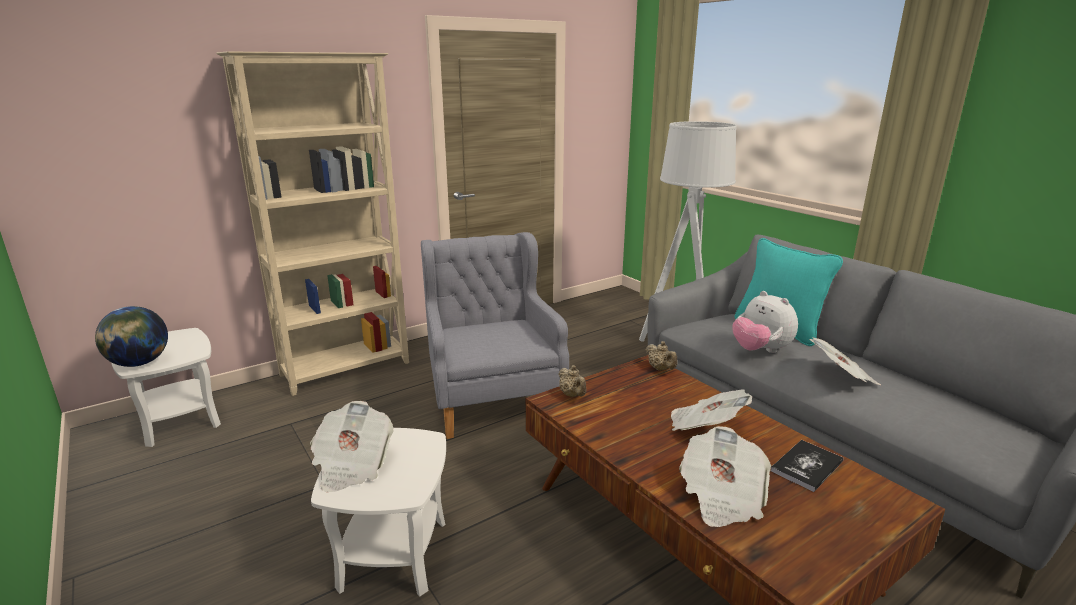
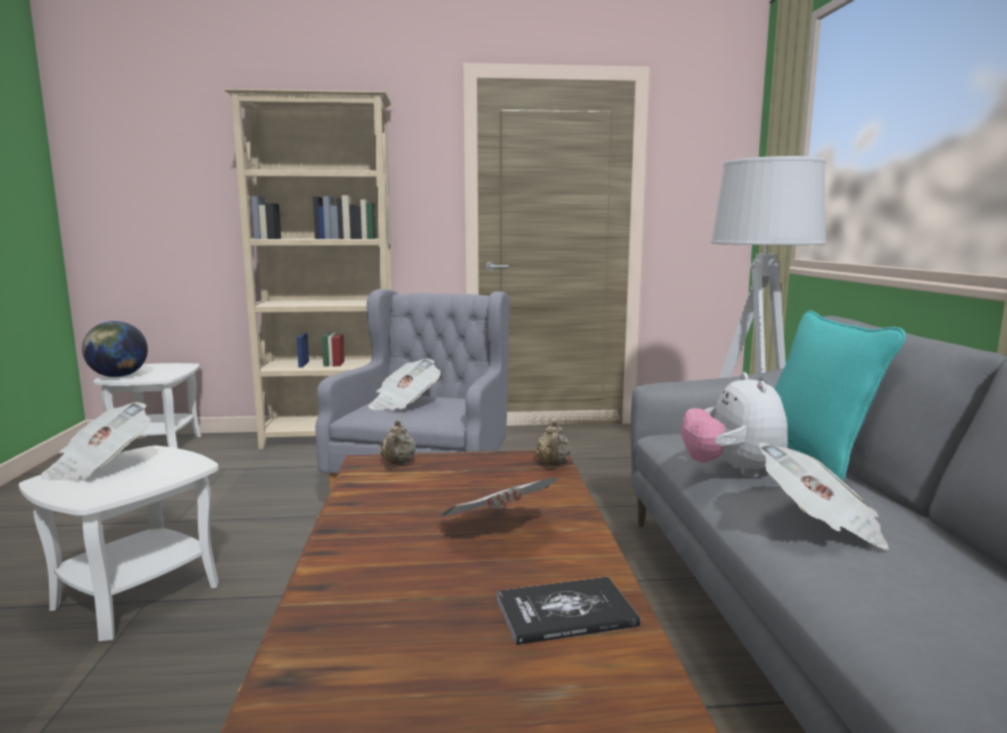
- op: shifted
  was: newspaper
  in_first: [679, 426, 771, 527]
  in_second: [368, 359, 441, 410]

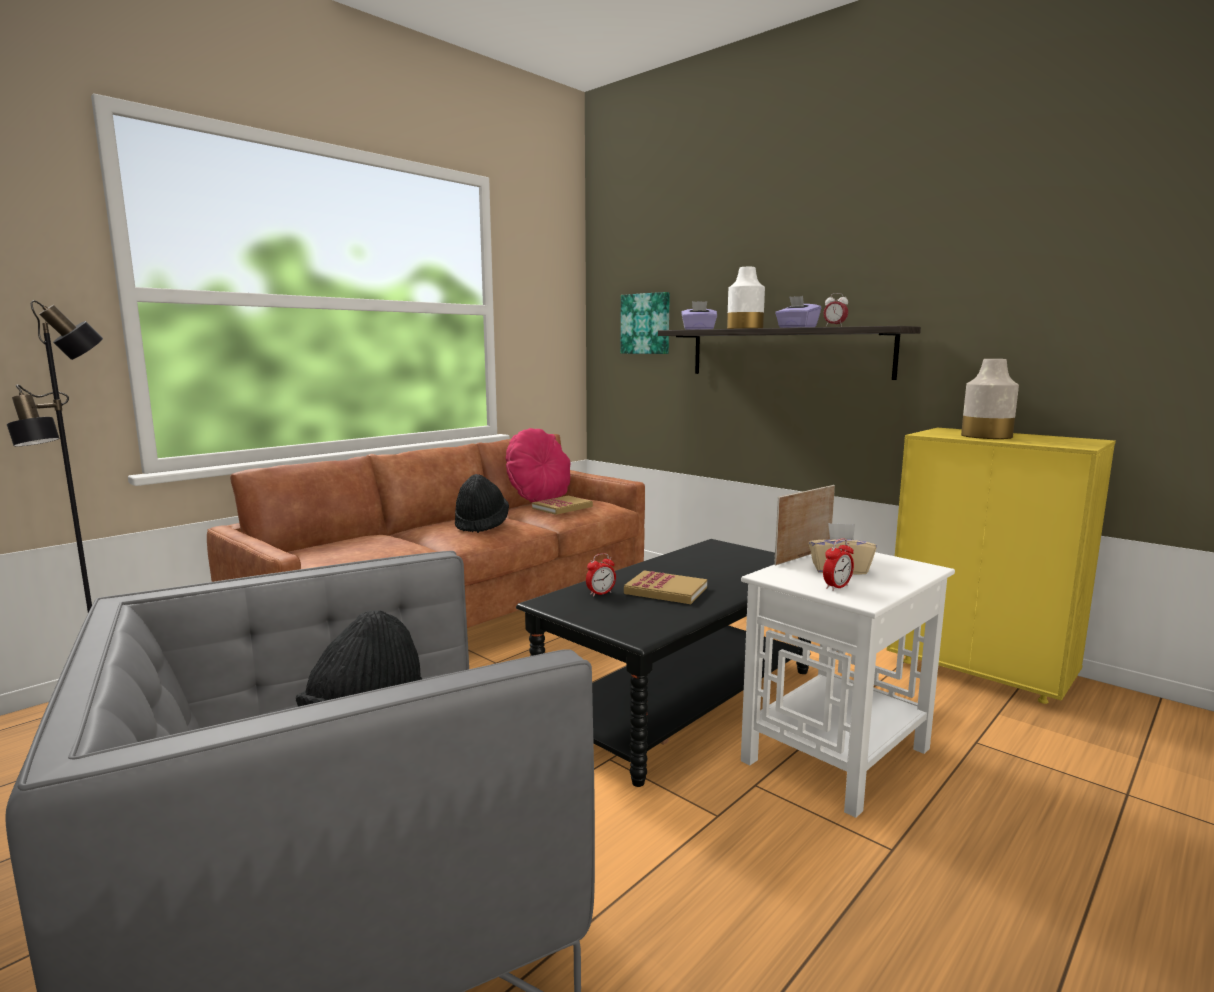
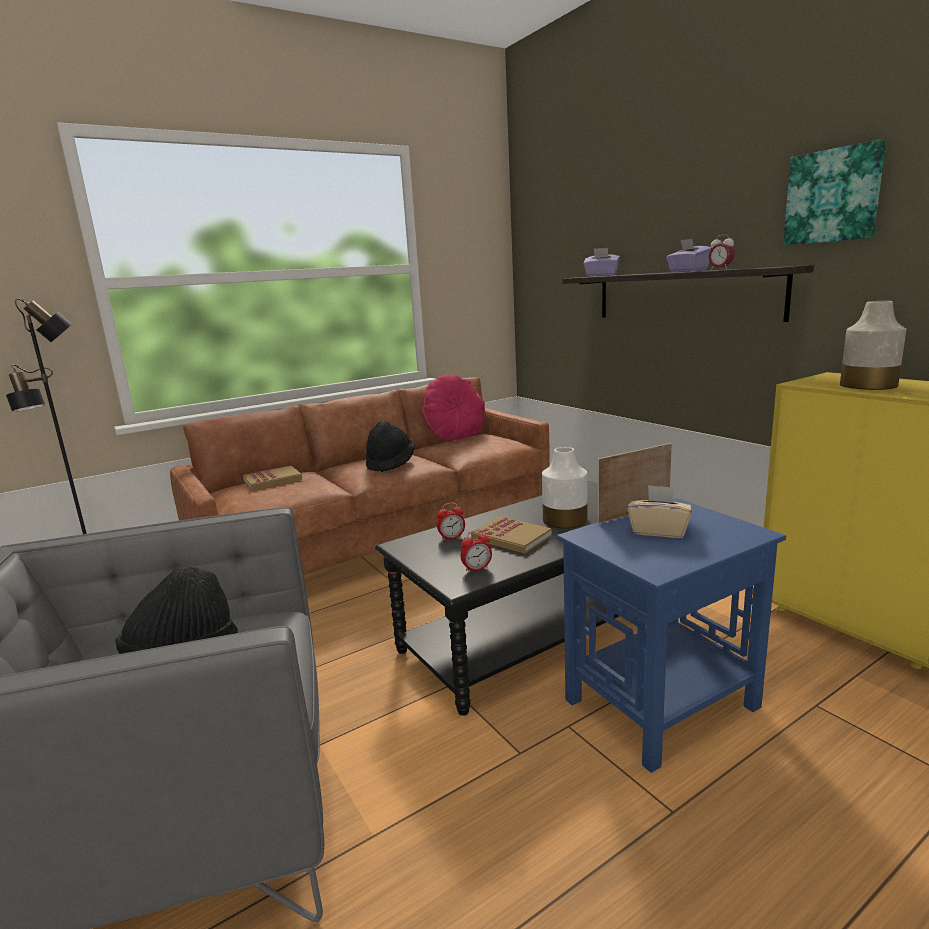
- op: shifted
  was: book
  in_first: [532, 496, 593, 515]
  in_second: [243, 465, 302, 490]
- op: shifted
  was: alarm clock
  in_first: [823, 538, 854, 591]
  in_second: [461, 530, 492, 573]
- op: shifted
  was: vase/white
  in_first: [727, 267, 765, 329]
  in_second: [542, 447, 588, 528]
- op: repainted
  was: side table/white
  now: side table/blue
  in_first: [741, 552, 955, 818]
  in_second: [556, 498, 786, 773]
- op: shifted
  was: picture
  in_first: [621, 292, 670, 354]
  in_second: [783, 139, 886, 245]

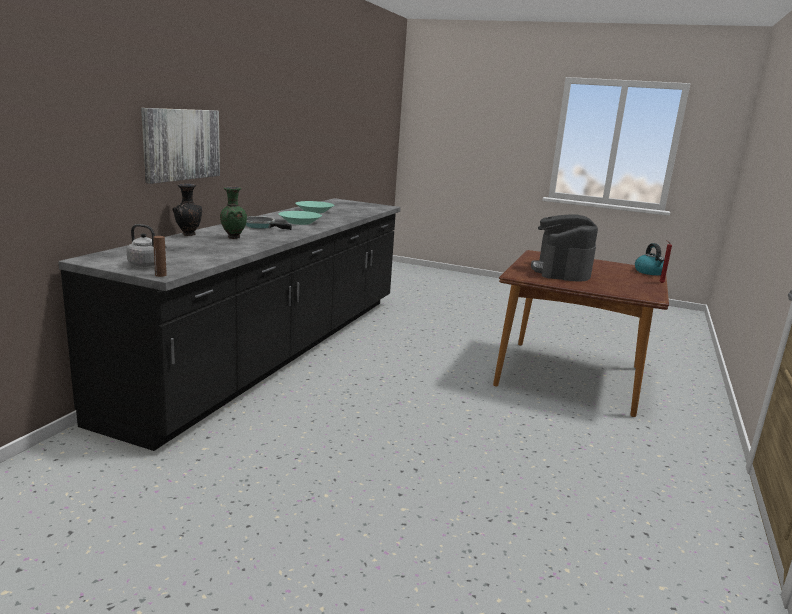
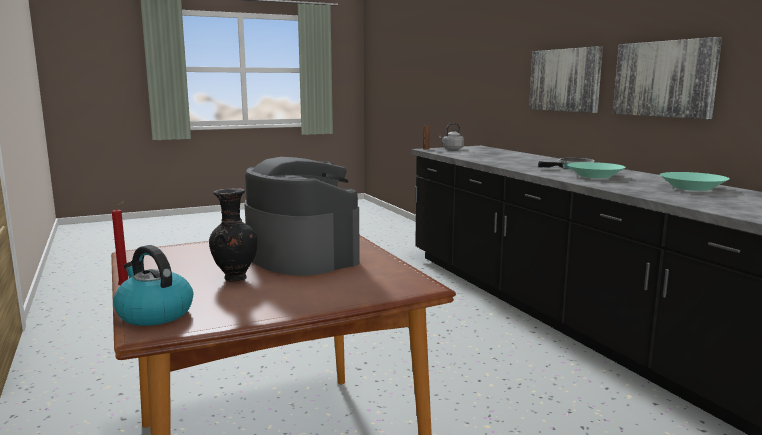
- op: shifted
  was: vase/black
  in_first: [173, 183, 202, 236]
  in_second: [209, 188, 257, 282]
- op: new
  now: picture
  in_second: [613, 37, 722, 119]
- op: gone
  was: vase/green
  in_first: [220, 187, 247, 239]

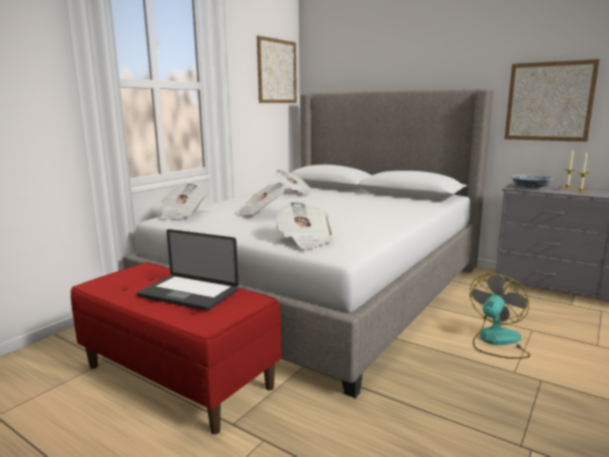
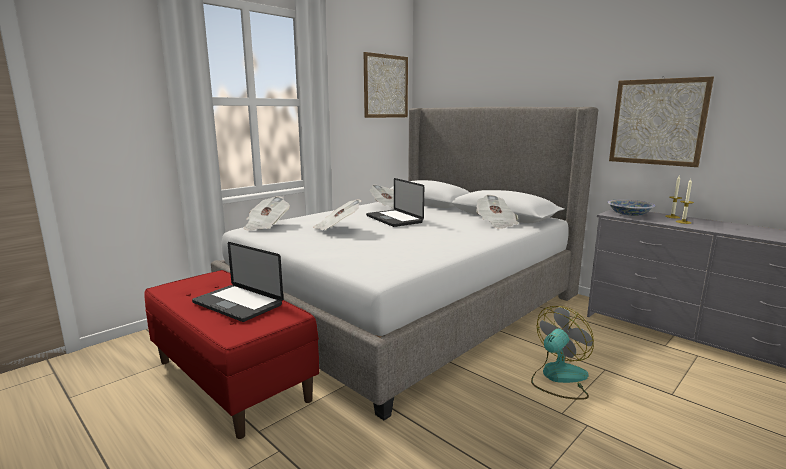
- op: new
  now: laptop
  in_second: [366, 178, 424, 227]
- op: shifted
  was: newspaper
  in_first: [276, 202, 333, 250]
  in_second: [476, 195, 518, 229]

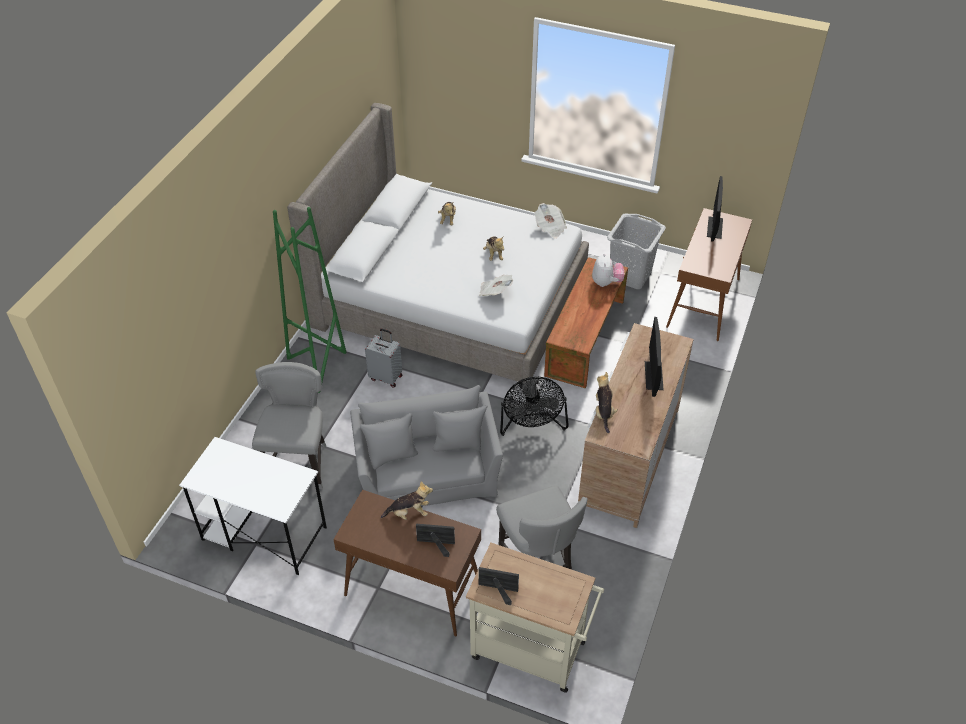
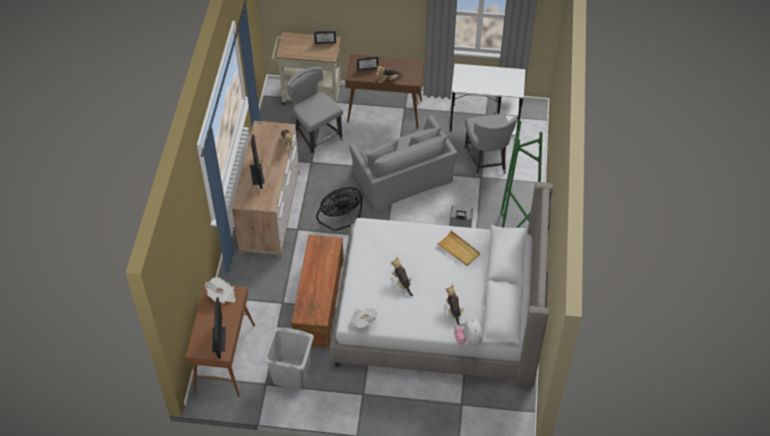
- op: shifted
  was: newspaper
  in_first: [479, 275, 513, 296]
  in_second: [205, 277, 235, 304]
- op: new
  now: tray/beige
  in_second: [436, 230, 480, 266]
- op: shifted
  was: plush toy
  in_first: [592, 254, 624, 287]
  in_second: [454, 318, 483, 345]

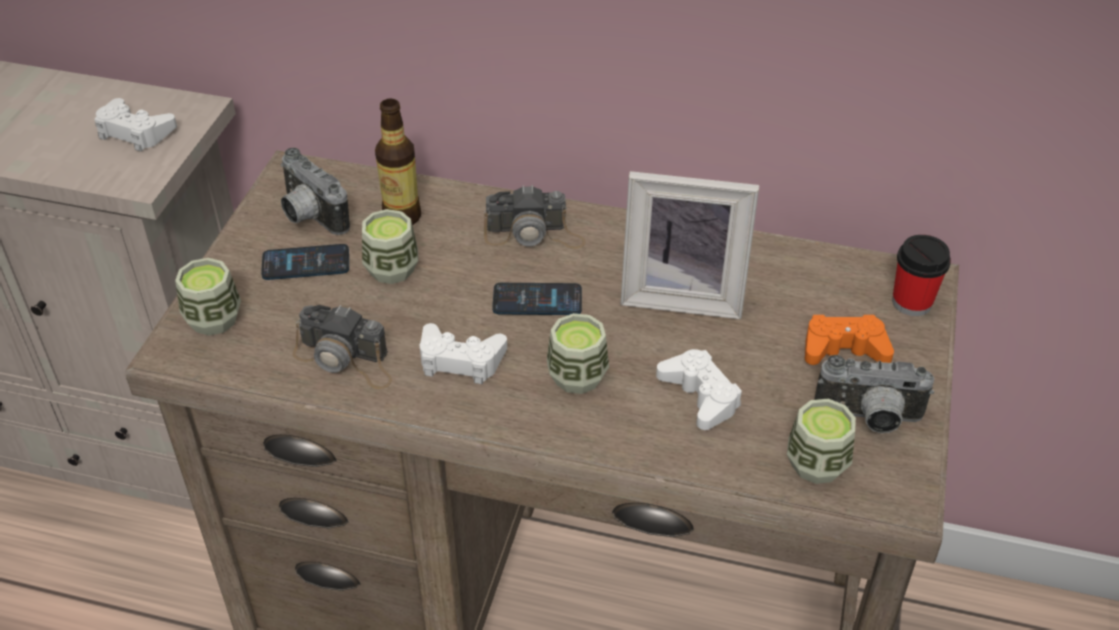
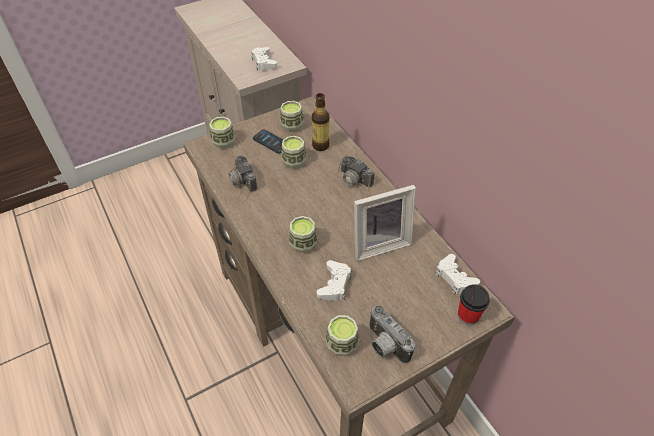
- op: swapped
  was: photo camera
  now: cup
  in_first: [281, 147, 350, 235]
  in_second: [280, 101, 304, 132]
- op: rotated
  was: picture frame
  in_first: [620, 171, 759, 320]
  in_second: [354, 185, 416, 261]
  clockwise: -75
- op: shifted
  was: game controller/white
  in_first: [420, 323, 507, 384]
  in_second: [435, 254, 480, 295]
- op: gone
  was: phone
  in_first: [492, 283, 582, 315]
- op: gone
  was: game controller/orange
  in_first: [805, 315, 894, 365]

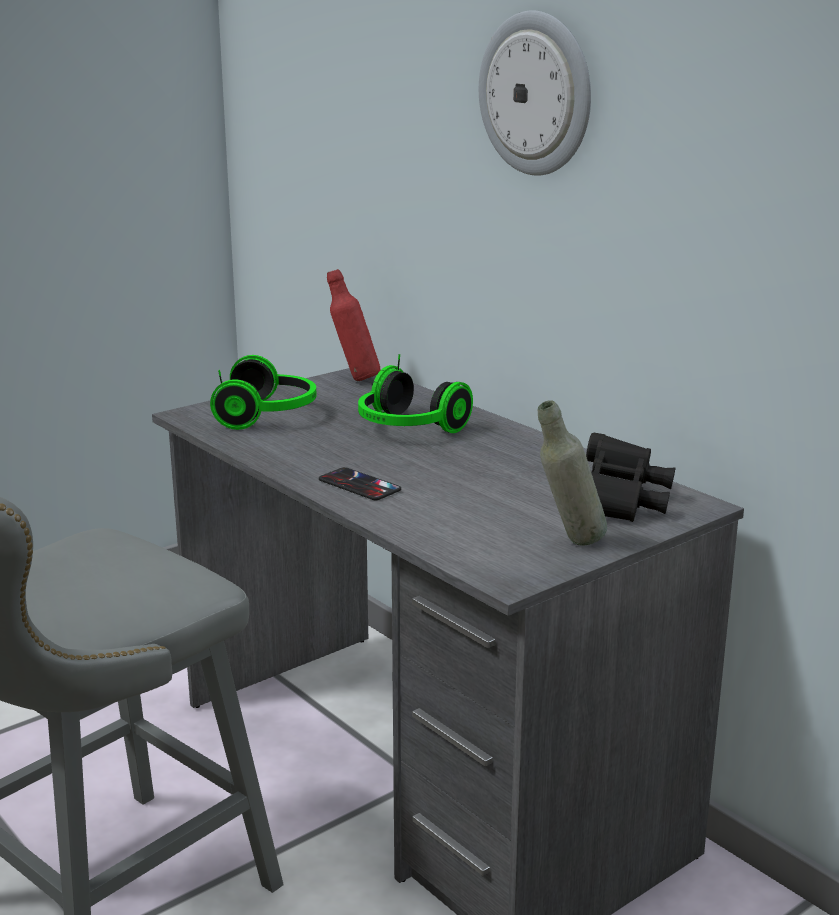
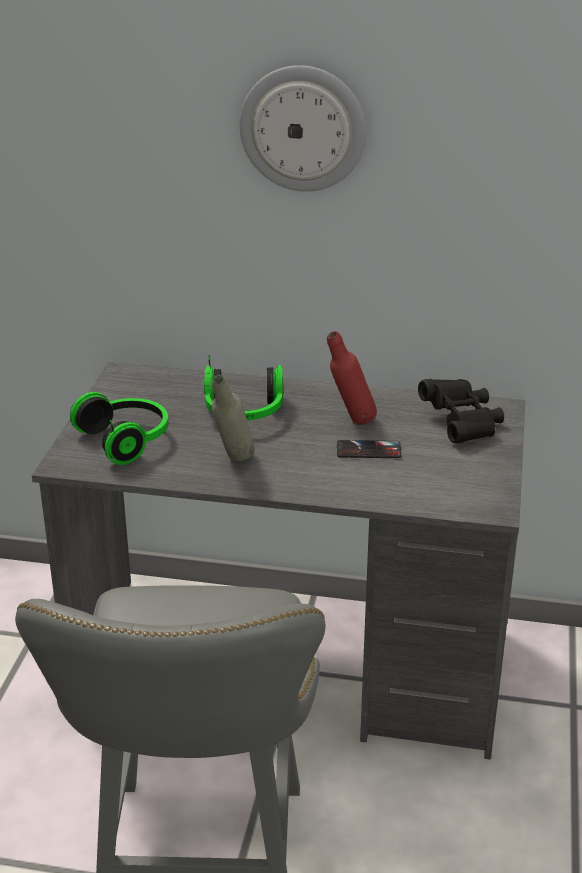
- op: shifted
  was: bottle/grey
  in_first: [538, 400, 607, 546]
  in_second: [212, 375, 255, 462]
- op: shifted
  was: bottle/red
  in_first: [327, 269, 380, 381]
  in_second: [327, 331, 377, 425]
- op: shifted
  was: phone
  in_first: [319, 467, 401, 500]
  in_second: [337, 440, 401, 458]

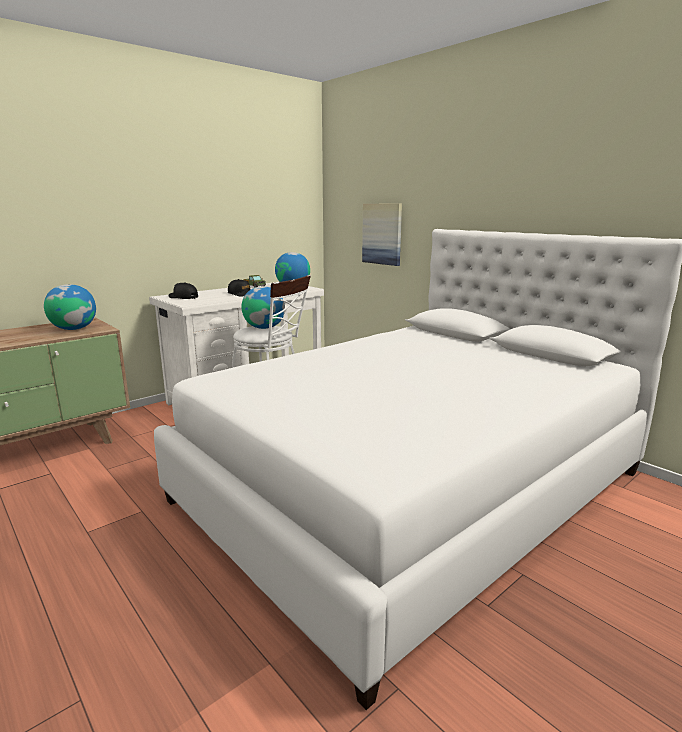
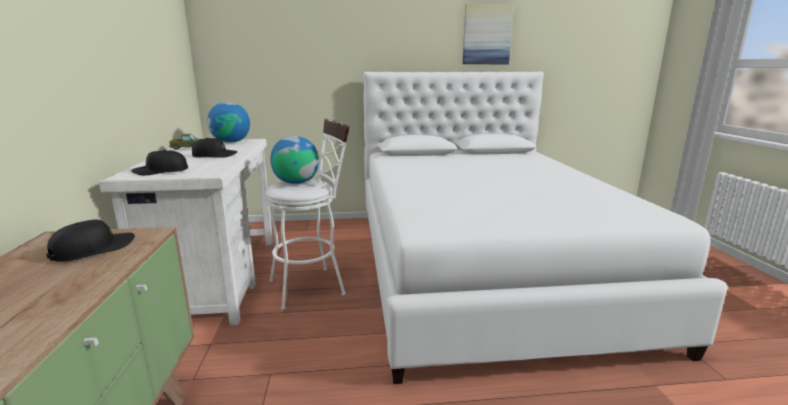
- op: swapped
  was: globe
  now: cap/black
  in_first: [44, 284, 96, 330]
  in_second: [46, 219, 135, 262]
- op: shifted
  was: picture
  in_first: [362, 204, 402, 266]
  in_second: [463, 4, 514, 64]

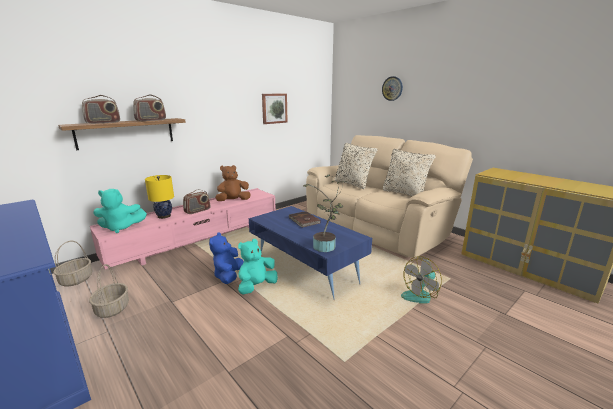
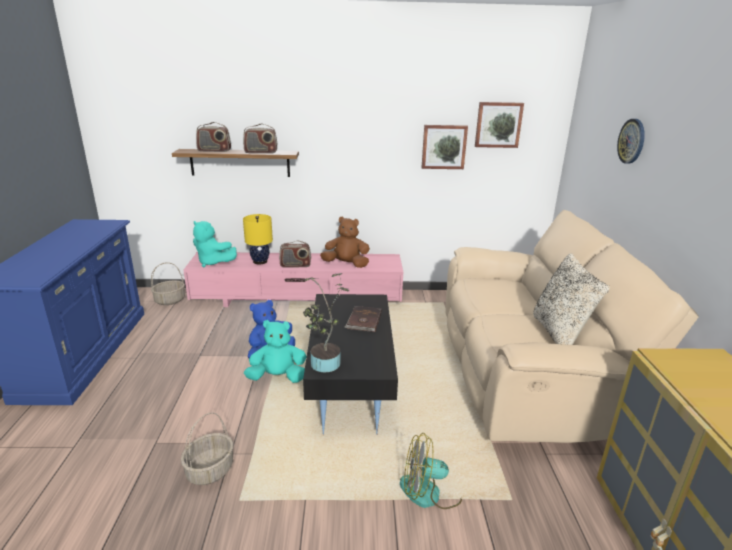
- op: shifted
  was: basket
  in_first: [89, 264, 129, 318]
  in_second: [181, 412, 233, 485]
- op: repainted
  was: coffee table/blue
  now: coffee table/black
  in_first: [249, 206, 372, 299]
  in_second: [303, 294, 398, 435]
- op: new
  now: picture
  in_second: [475, 102, 524, 148]
- op: gone
  was: pillow/beige
  in_first: [335, 143, 378, 189]

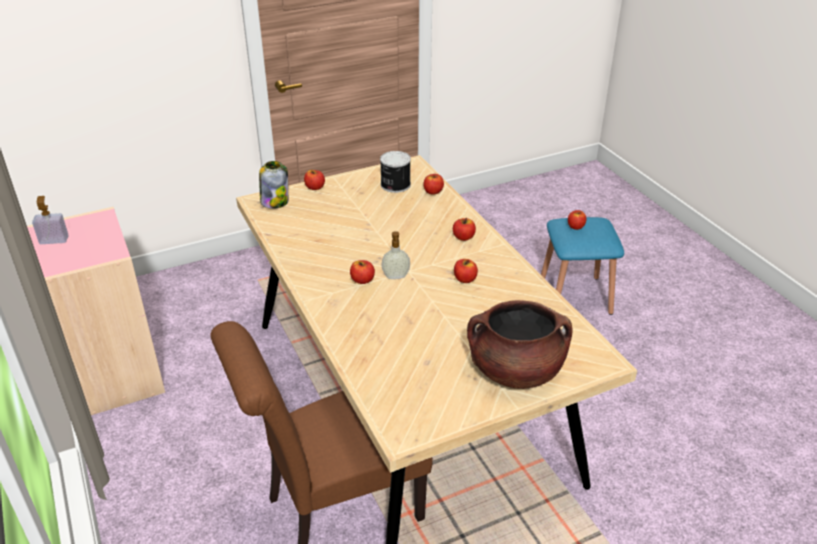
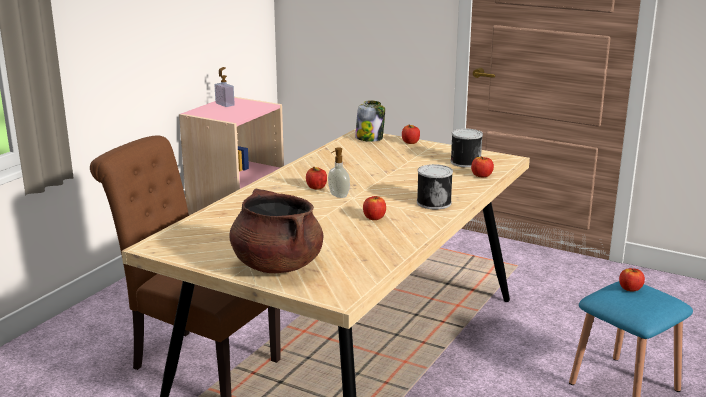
- op: swapped
  was: apple
  now: can
  in_first: [453, 218, 476, 241]
  in_second: [417, 164, 453, 209]

